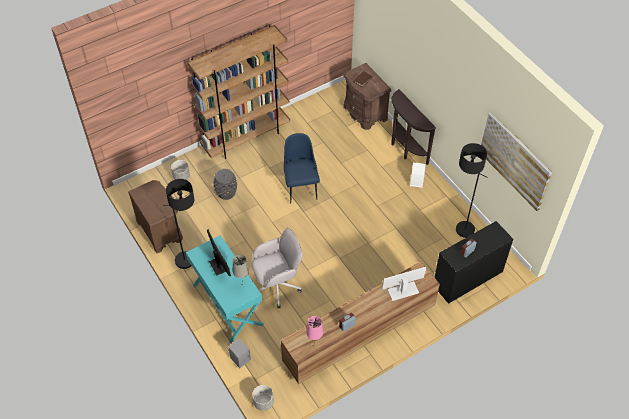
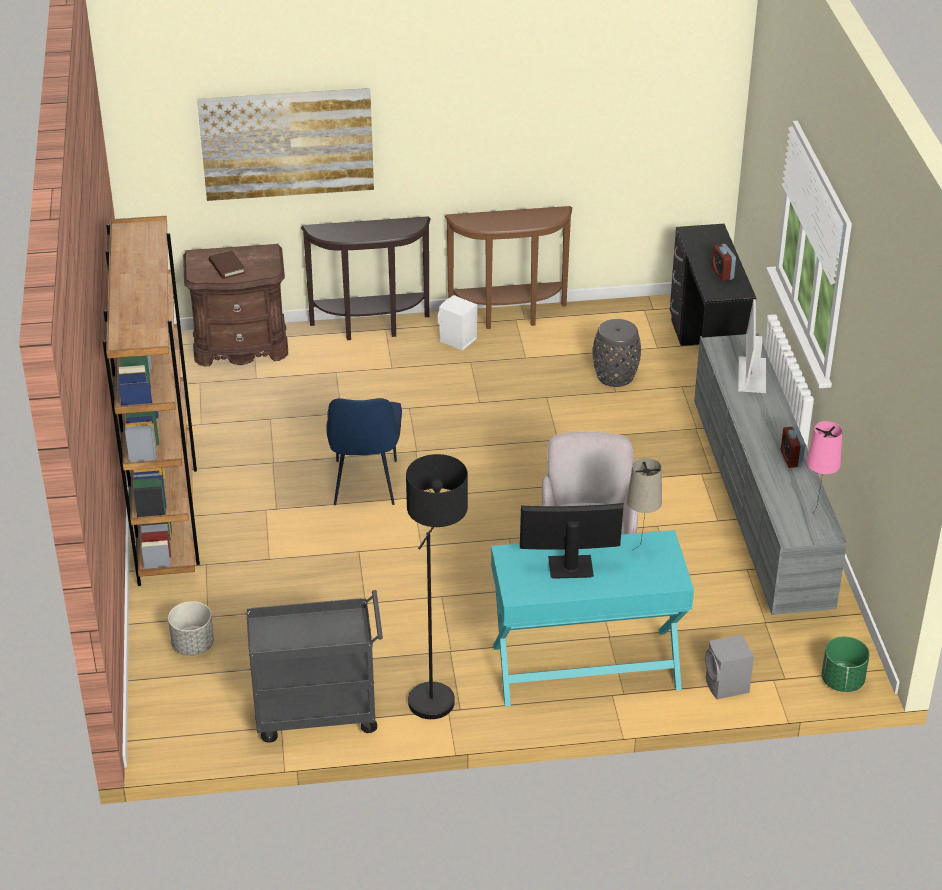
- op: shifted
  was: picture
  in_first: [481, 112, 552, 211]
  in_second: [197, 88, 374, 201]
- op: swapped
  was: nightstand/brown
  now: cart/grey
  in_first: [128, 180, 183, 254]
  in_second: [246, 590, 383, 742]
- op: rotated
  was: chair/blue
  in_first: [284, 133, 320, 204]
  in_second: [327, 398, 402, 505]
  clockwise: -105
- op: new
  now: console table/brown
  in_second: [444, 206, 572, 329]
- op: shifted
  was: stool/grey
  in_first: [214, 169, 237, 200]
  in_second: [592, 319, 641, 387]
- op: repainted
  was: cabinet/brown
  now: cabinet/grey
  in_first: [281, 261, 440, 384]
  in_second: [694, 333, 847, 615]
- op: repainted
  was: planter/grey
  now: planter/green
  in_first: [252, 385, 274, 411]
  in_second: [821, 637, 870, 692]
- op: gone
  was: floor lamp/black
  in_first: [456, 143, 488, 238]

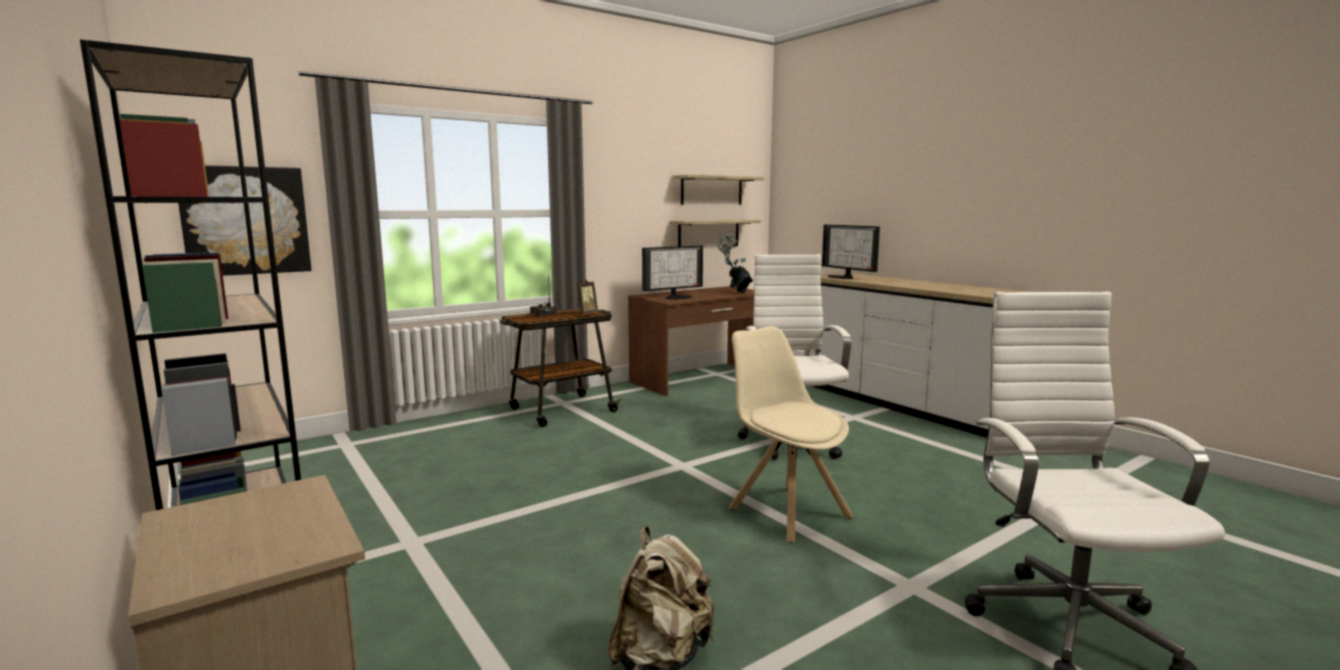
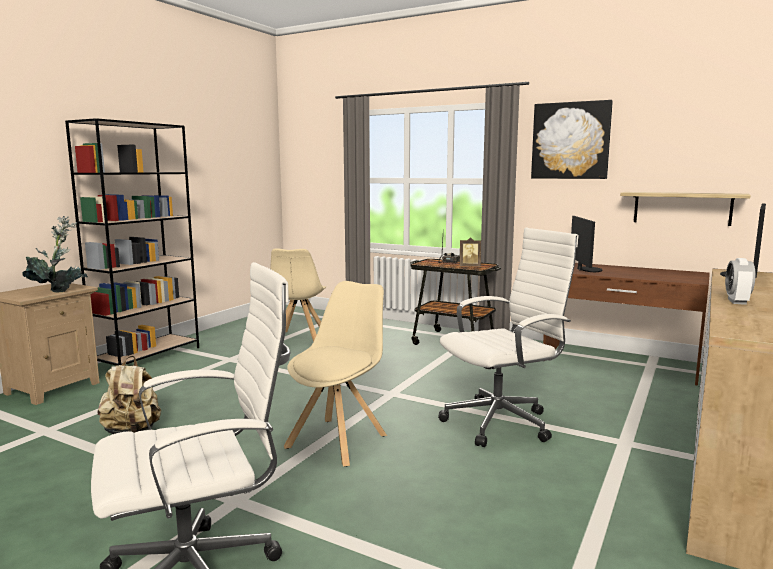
- op: shifted
  was: potted plant
  in_first: [717, 233, 753, 293]
  in_second: [22, 216, 87, 293]
- op: new
  now: chair/beige
  in_second: [270, 248, 326, 342]
- op: shifted
  was: picture
  in_first: [178, 165, 311, 276]
  in_second: [531, 100, 613, 179]
- op: rotated
  was: monitor
  in_first: [642, 246, 703, 299]
  in_second: [571, 216, 602, 272]
  clockwise: -120
- op: new
  now: alarm clock
  in_second: [725, 258, 756, 305]
- op: gone
  was: shelf
  in_first: [673, 175, 764, 205]

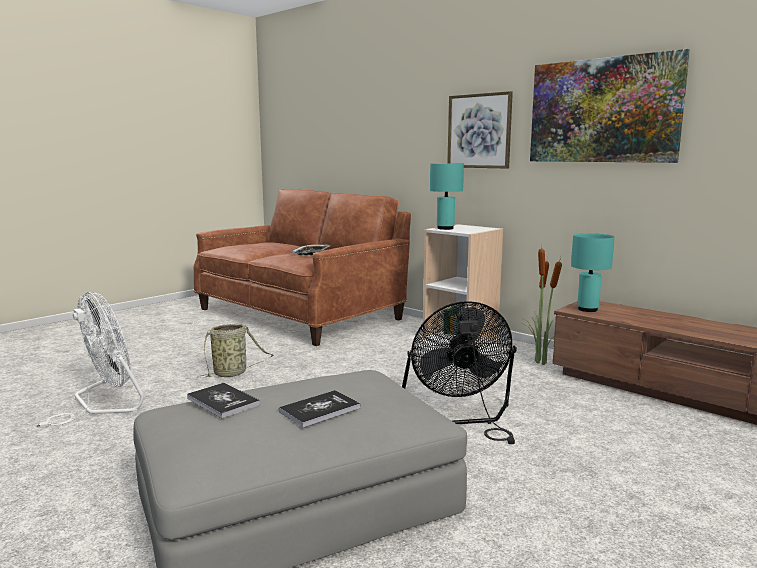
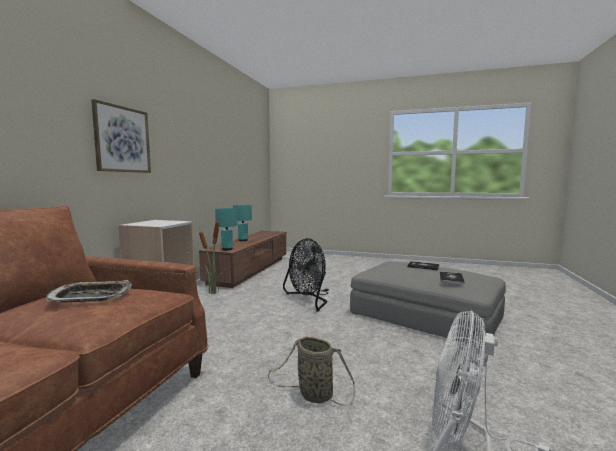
- op: shifted
  was: table lamp/turquoise
  in_first: [430, 163, 464, 230]
  in_second: [233, 205, 252, 241]
- op: gone
  was: picture
  in_first: [530, 49, 690, 163]

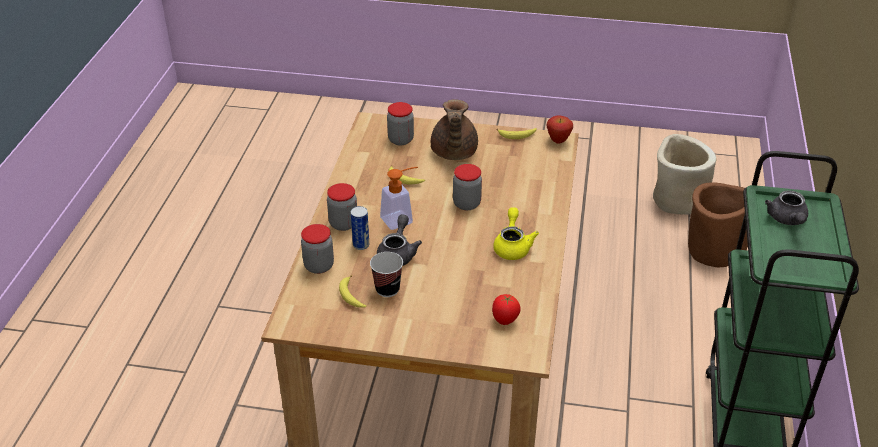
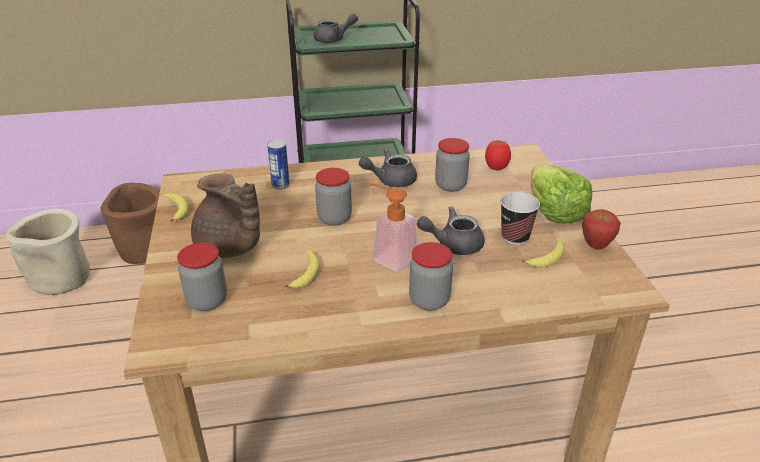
- op: rotated
  was: teapot/brown
  in_first: [431, 99, 478, 160]
  in_second: [191, 173, 260, 258]
  clockwise: 60
- op: shifted
  was: can
  in_first: [351, 206, 369, 250]
  in_second: [267, 140, 290, 190]
- op: repainted
  was: teapot/yellow
  now: teapot/grey
  in_first: [493, 207, 539, 260]
  in_second: [359, 148, 417, 187]
- op: shifted
  was: jar
  in_first: [301, 224, 334, 274]
  in_second: [435, 138, 470, 192]
- op: new
  now: lettuce
  in_second: [531, 164, 592, 224]
- op: shifted
  was: apple
  in_first: [546, 115, 573, 144]
  in_second: [582, 209, 621, 250]

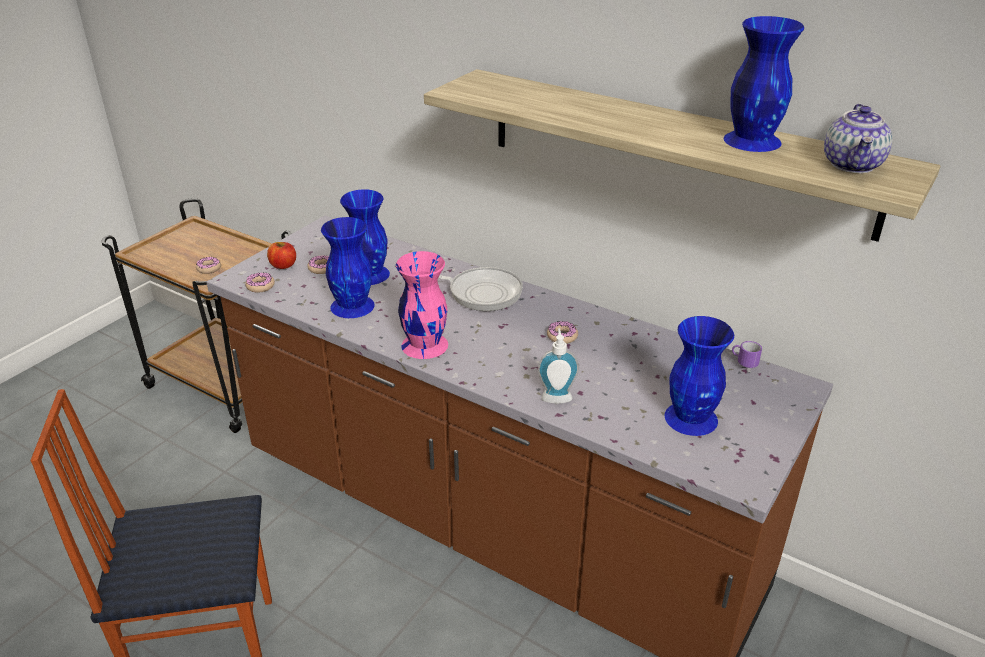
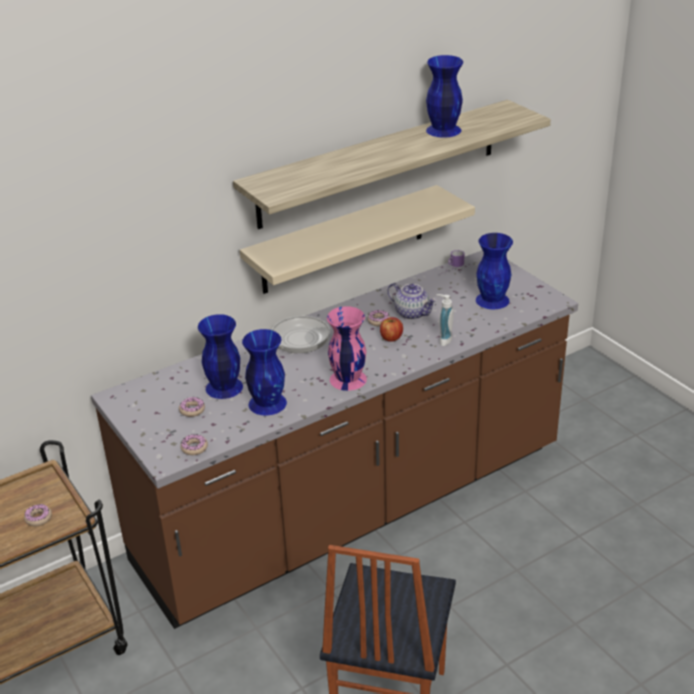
- op: new
  now: shelf/beige
  in_second: [240, 185, 475, 294]
- op: shifted
  was: apple
  in_first: [267, 242, 296, 269]
  in_second: [380, 317, 403, 342]
- op: shifted
  was: teapot
  in_first: [824, 104, 892, 173]
  in_second: [388, 283, 437, 320]

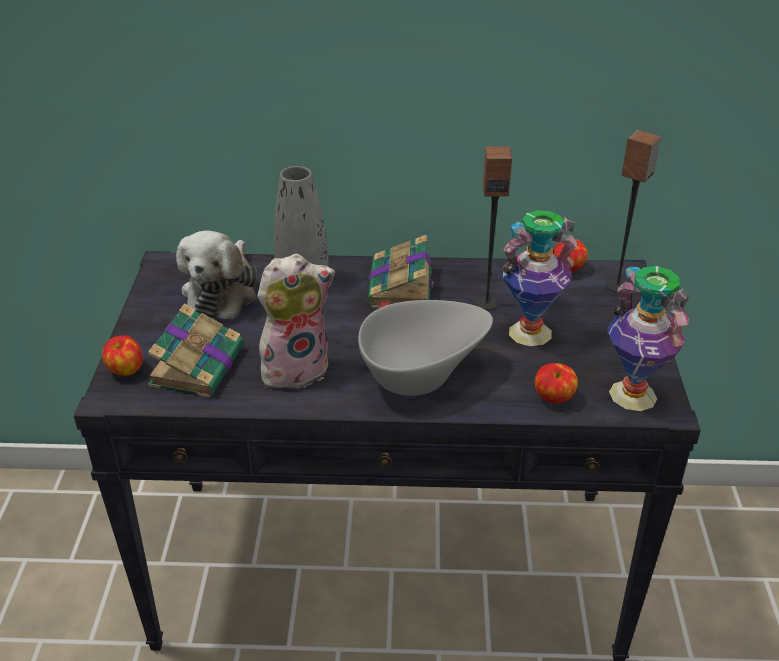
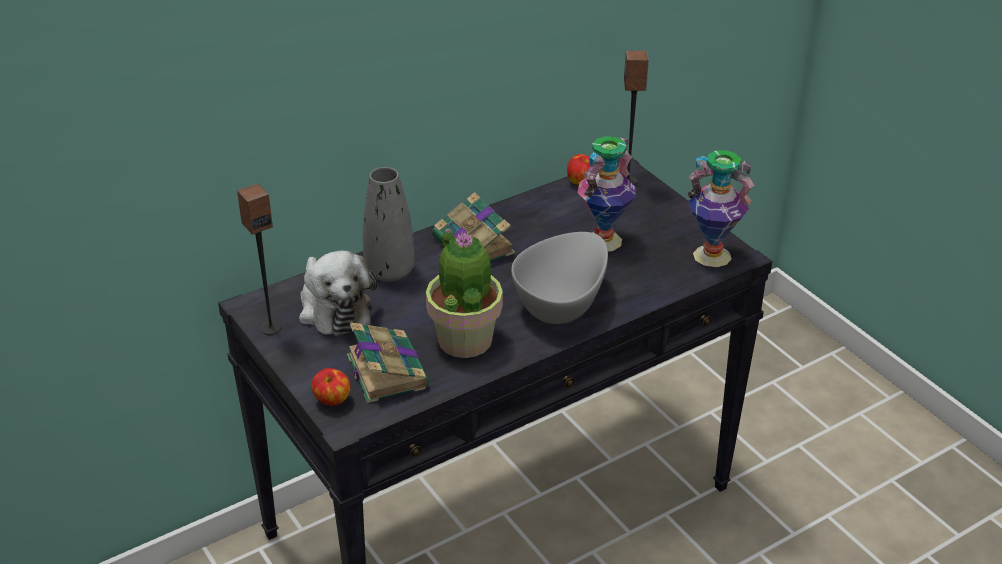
- op: shifted
  was: speaker
  in_first: [476, 146, 512, 310]
  in_second: [237, 183, 282, 335]
- op: swapped
  was: plush toy
  now: potted plant
  in_first: [258, 253, 335, 389]
  in_second: [426, 228, 503, 358]
- op: gone
  was: apple
  in_first: [535, 363, 578, 403]

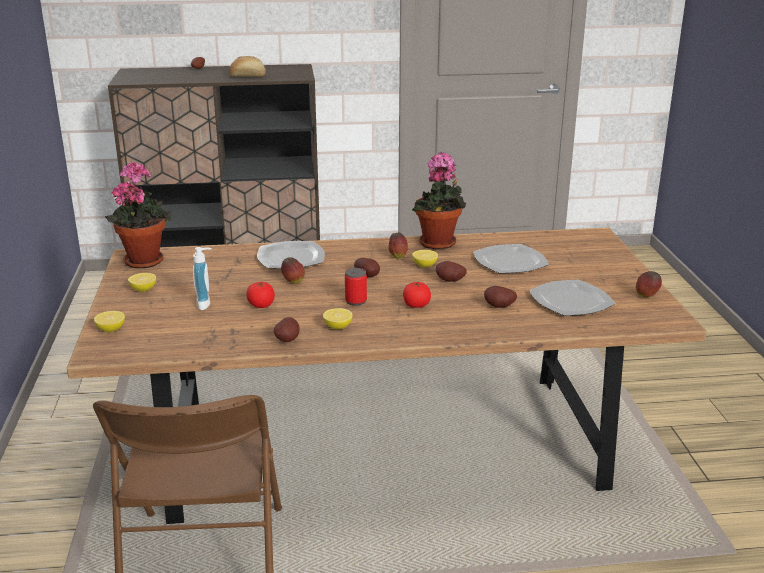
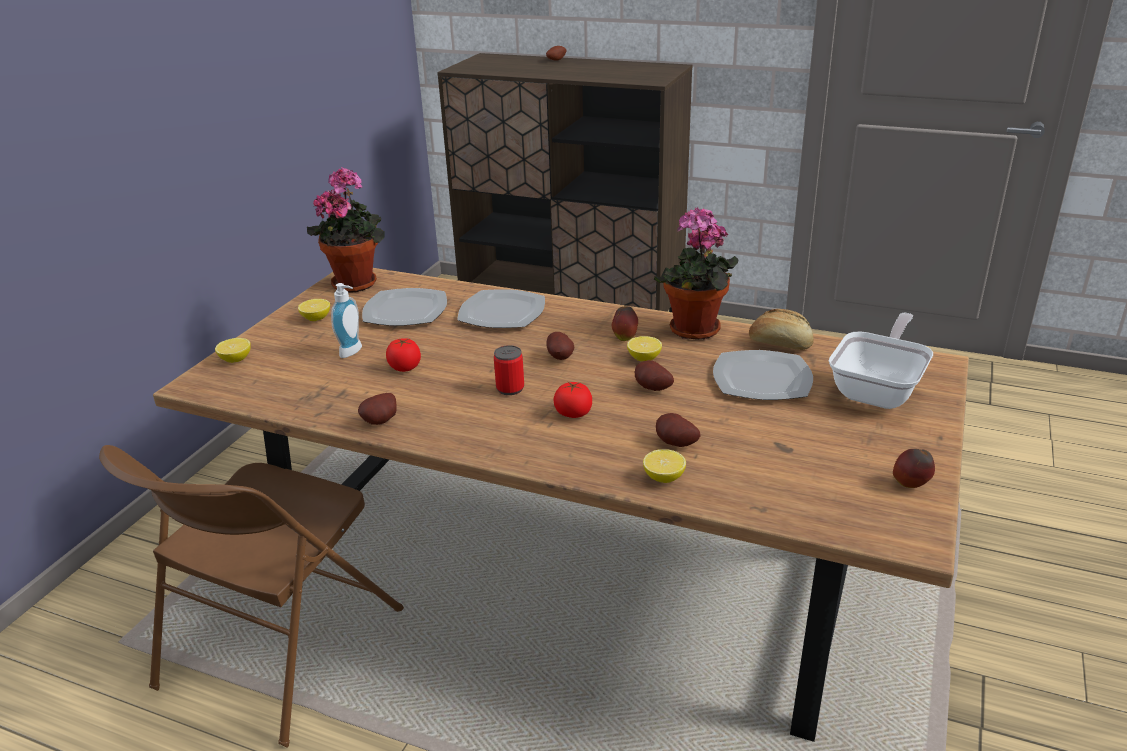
- op: shifted
  was: plate
  in_first: [529, 280, 616, 316]
  in_second: [362, 288, 447, 326]
- op: shifted
  was: lemon
  in_first: [323, 308, 353, 329]
  in_second: [643, 449, 686, 483]
- op: shifted
  was: bread
  in_first: [228, 56, 266, 77]
  in_second: [749, 309, 814, 350]
- op: new
  now: frying pan
  in_second: [829, 313, 933, 409]
- op: gone
  was: apple
  in_first: [281, 257, 305, 284]

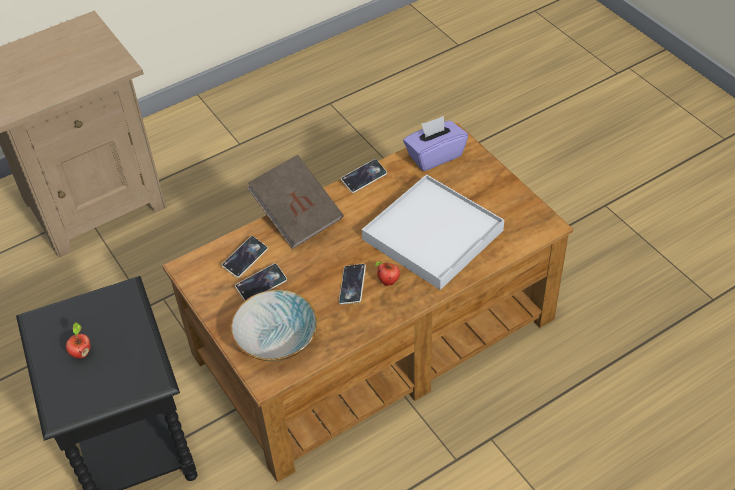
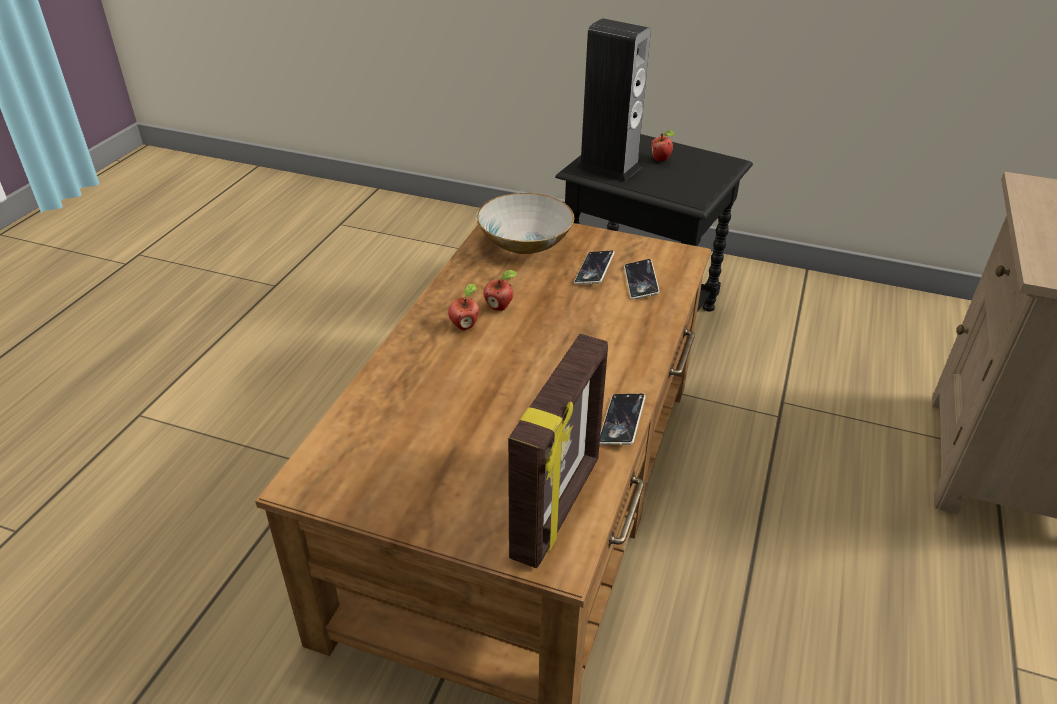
- op: swapped
  was: phone
  now: apple
  in_first: [339, 264, 366, 305]
  in_second: [484, 270, 518, 311]
- op: swapped
  was: tissue box/purple
  now: picture frame
  in_first: [403, 116, 468, 171]
  in_second: [508, 334, 608, 568]
- op: new
  now: speaker
  in_second: [576, 18, 651, 182]
- op: gone
  was: book/brown
  in_first: [247, 155, 344, 249]
- op: gone
  was: tray/white
  in_first: [362, 174, 504, 290]

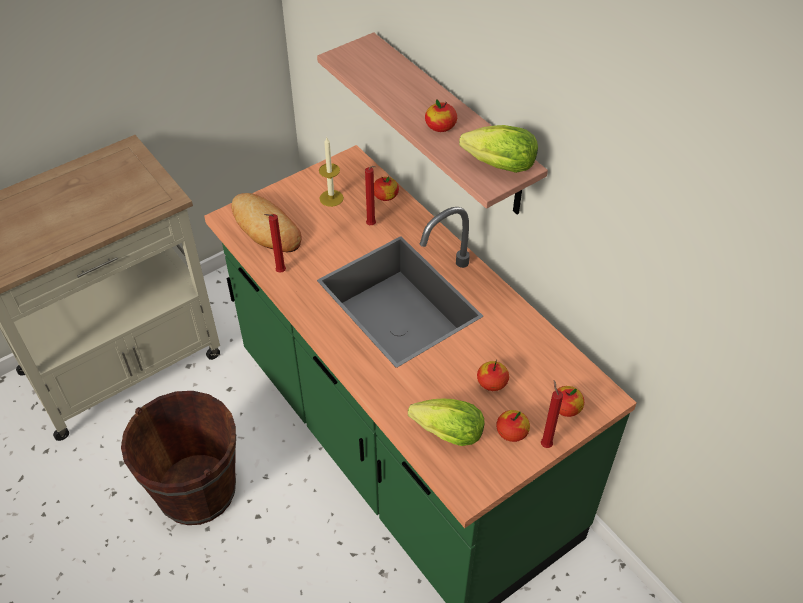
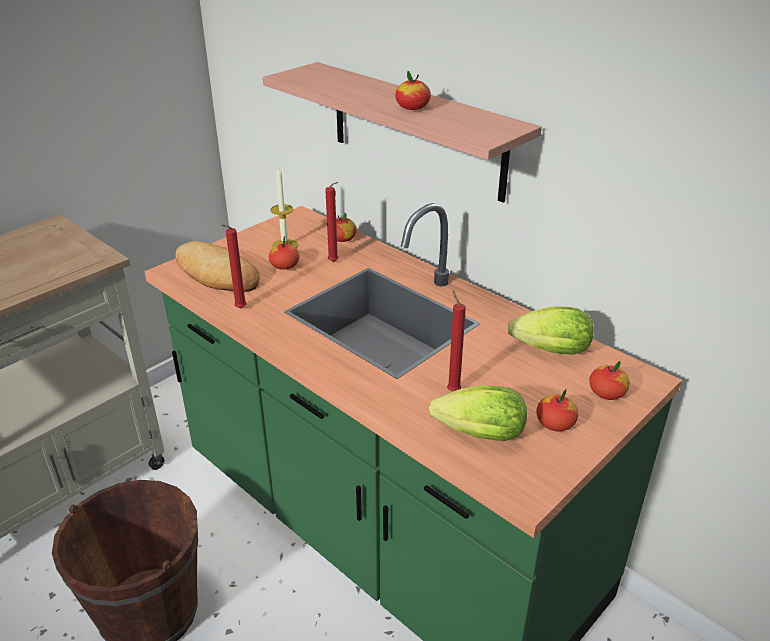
- op: shifted
  was: apple
  in_first: [477, 359, 509, 391]
  in_second: [269, 236, 299, 270]
- op: shifted
  was: candle/red
  in_first: [541, 380, 563, 448]
  in_second: [447, 290, 466, 391]
- op: shifted
  was: lettuce
  in_first: [459, 125, 538, 173]
  in_second: [507, 306, 594, 355]

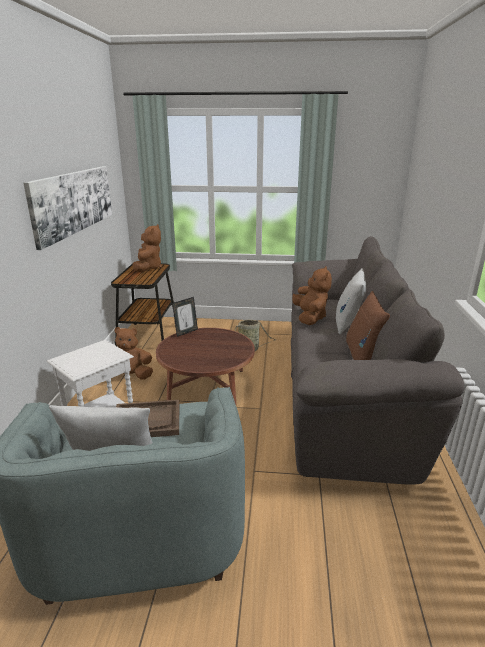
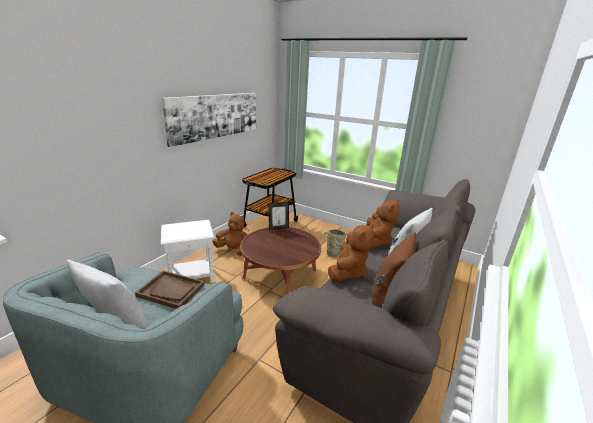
- op: shifted
  was: plush toy/brown
  in_first: [132, 224, 162, 272]
  in_second: [328, 224, 374, 282]

